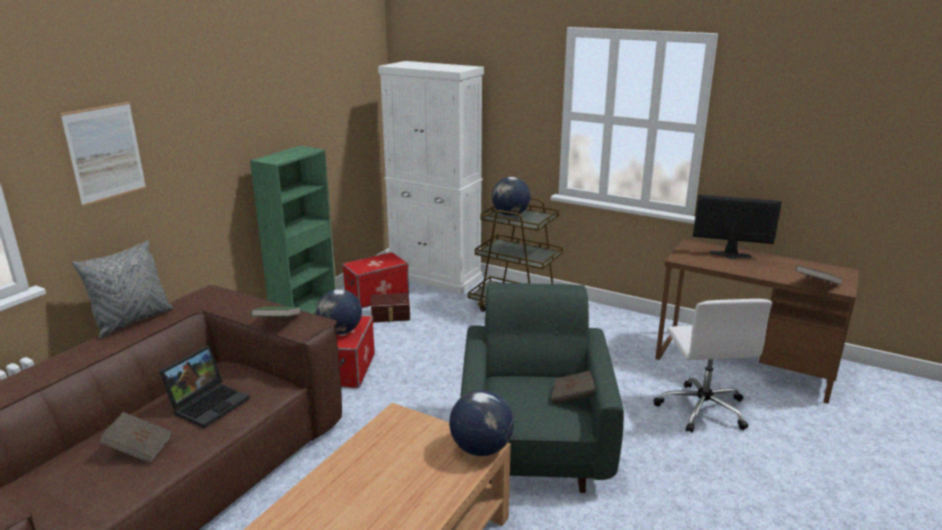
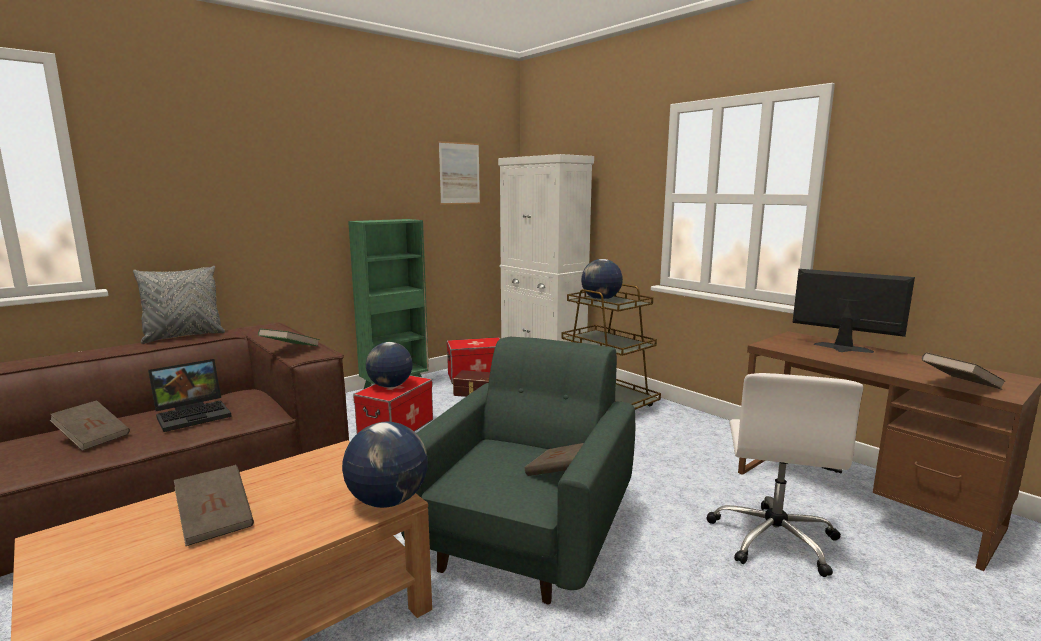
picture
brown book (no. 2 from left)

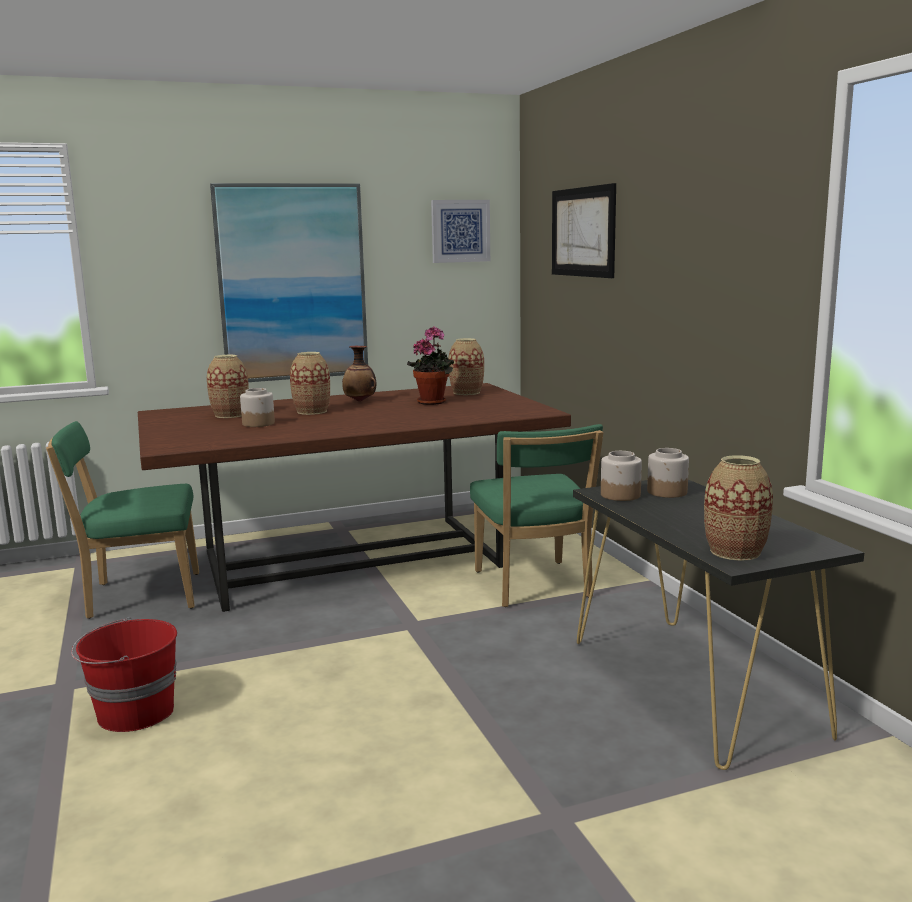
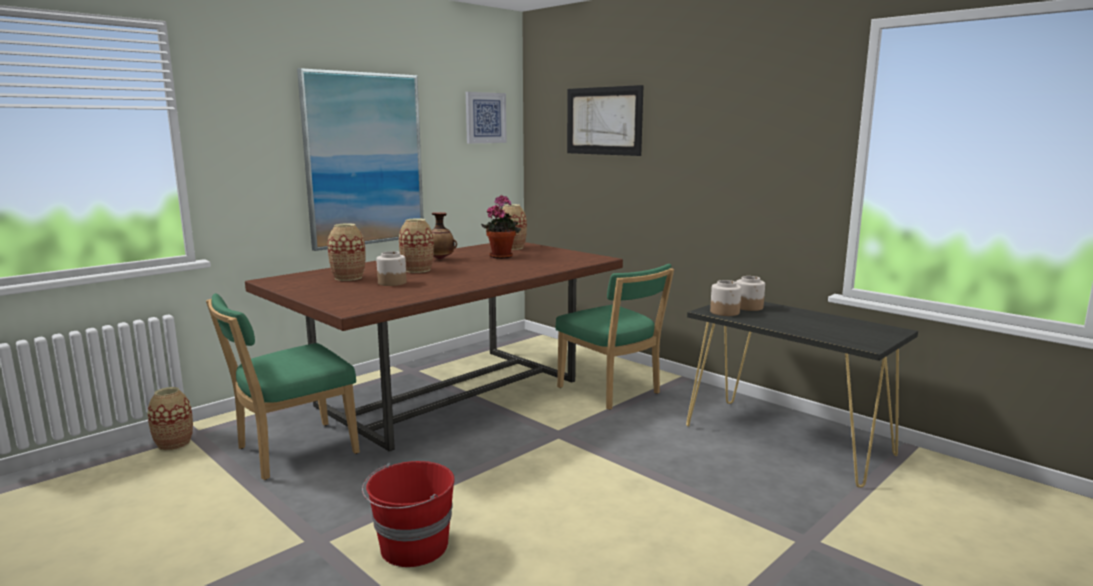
vase (no. 1 from left)

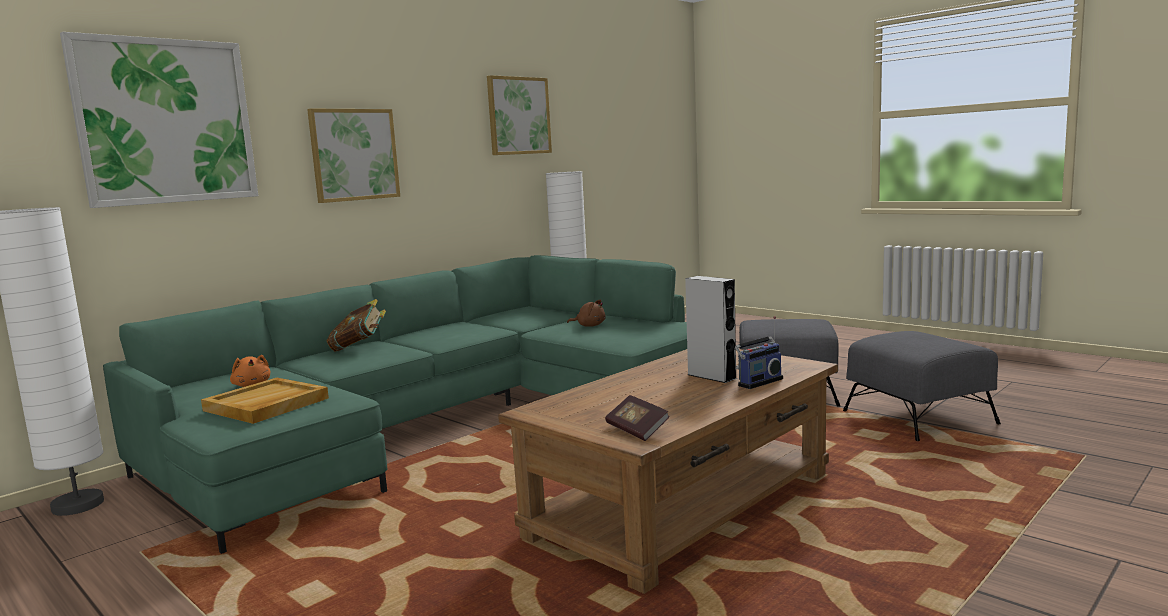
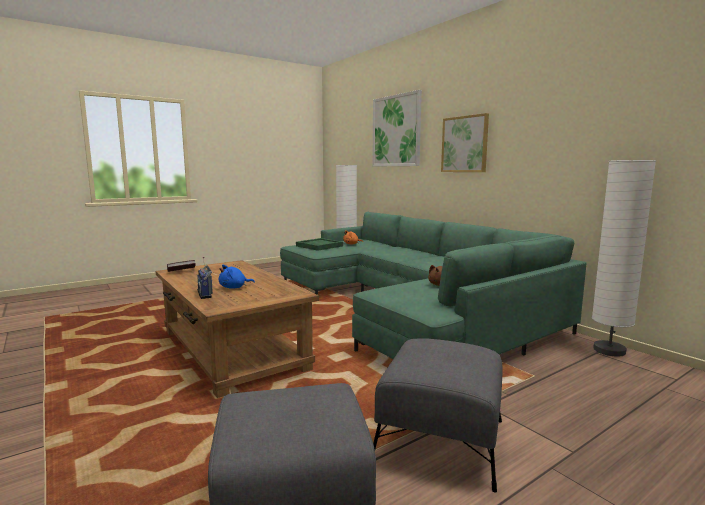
greenish serving tray
book (no. 1 from left in the first image)
picture (no. 3 from left in the first image)
blue plush toy

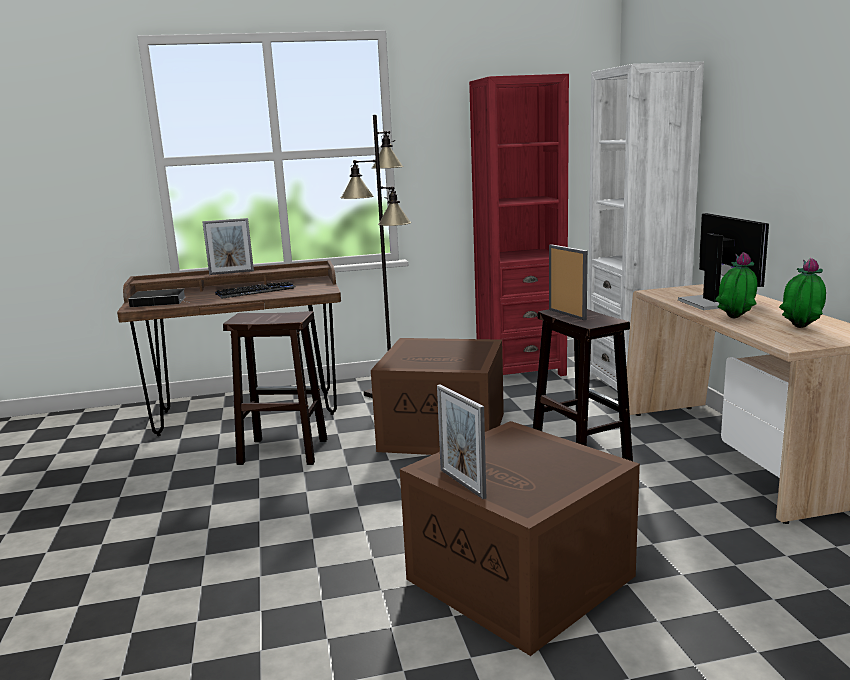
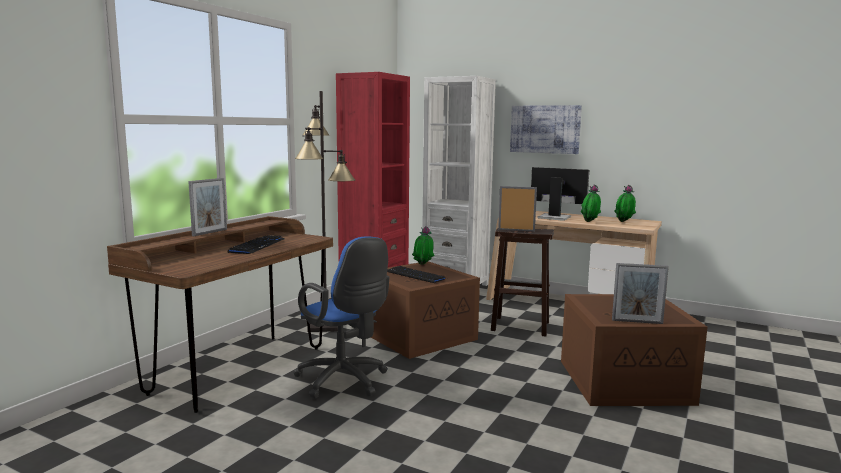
book
blue desk chair
PC keyboard (no. 2 from left)
plant in a pot (no. 1 from left)
picture

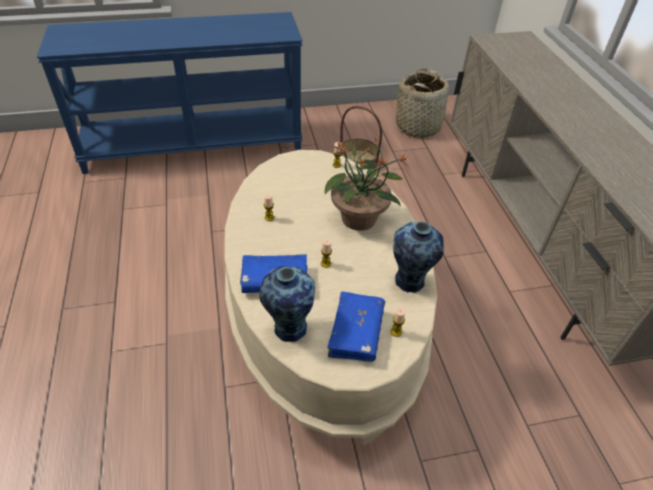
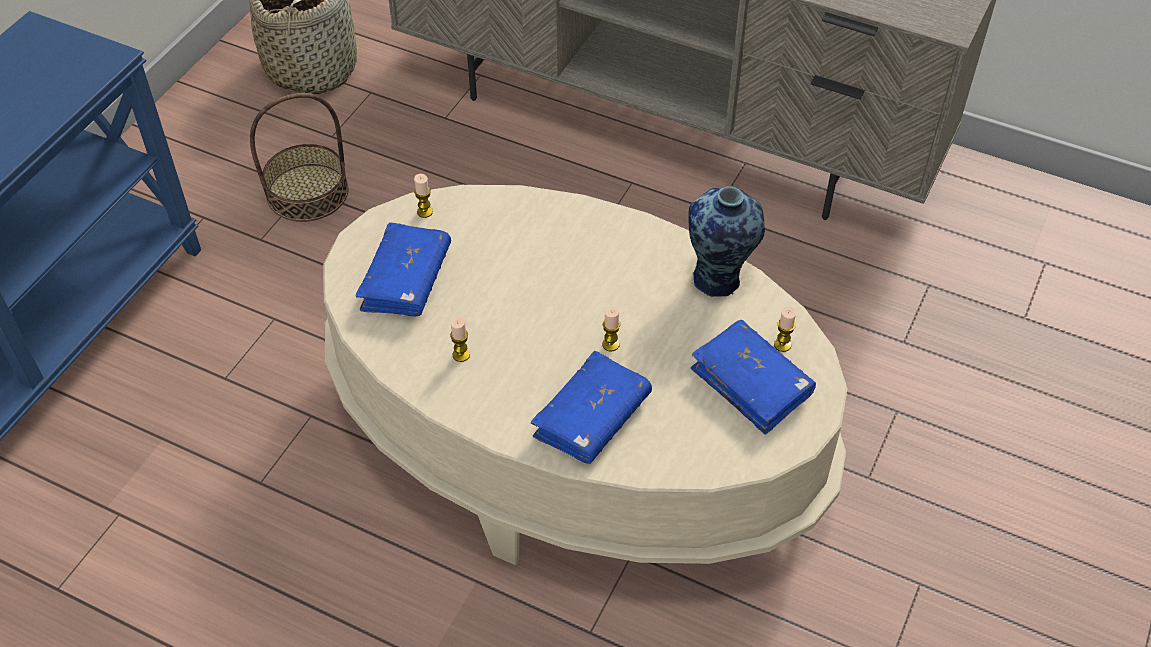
vase (no. 1 from left in the first image)
plant in a pot
blue book (no. 1 from left)

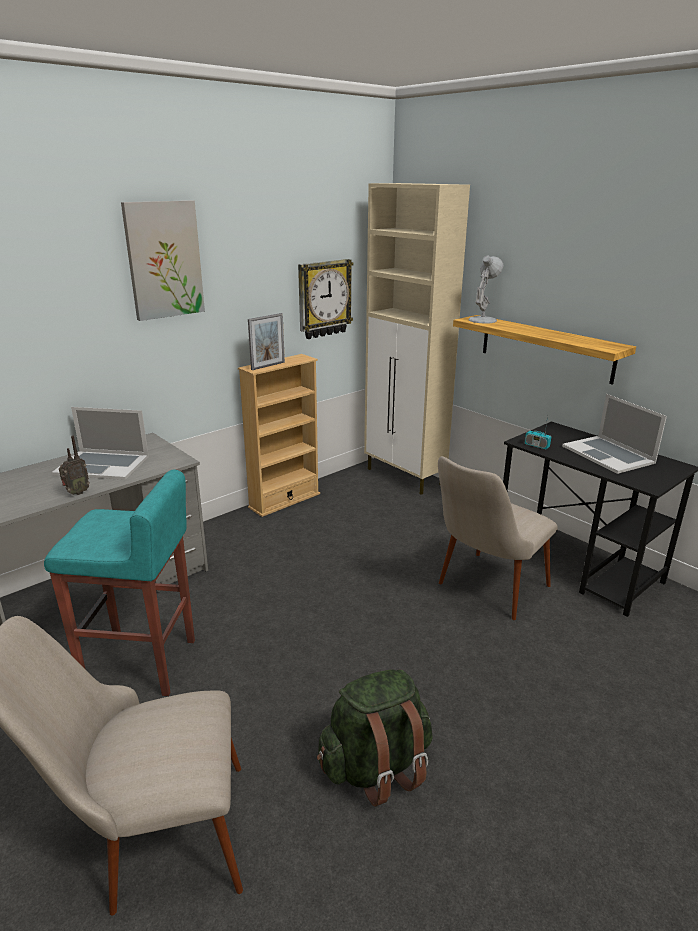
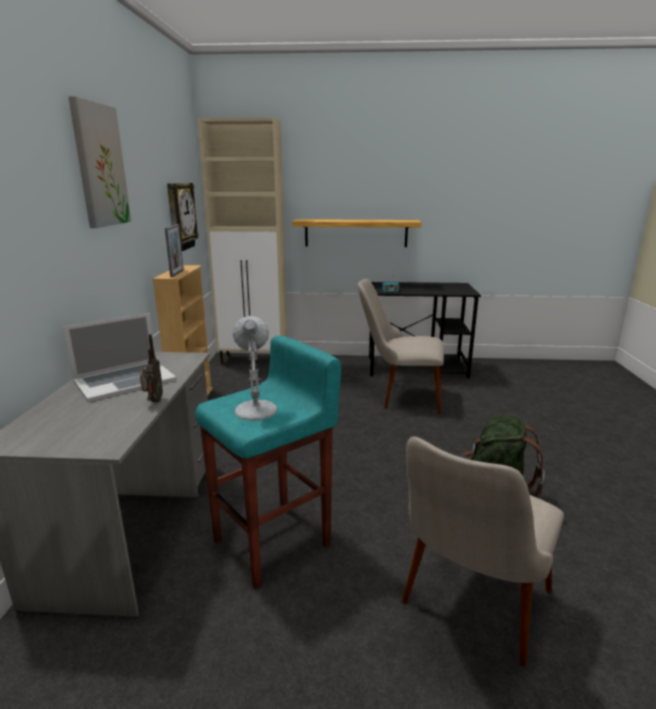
beige-coloured chair (no. 1 from left)
whitish lamp for a table
notebook computer (no. 2 from left in the first image)

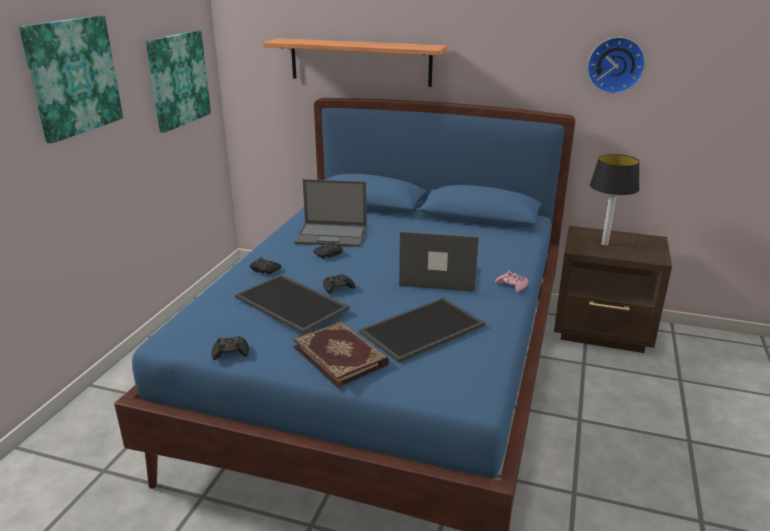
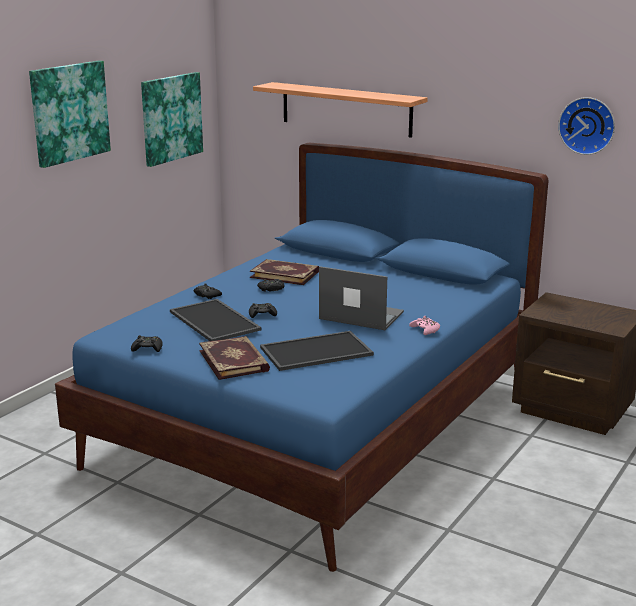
book (no. 2 from left)
lamp for a table

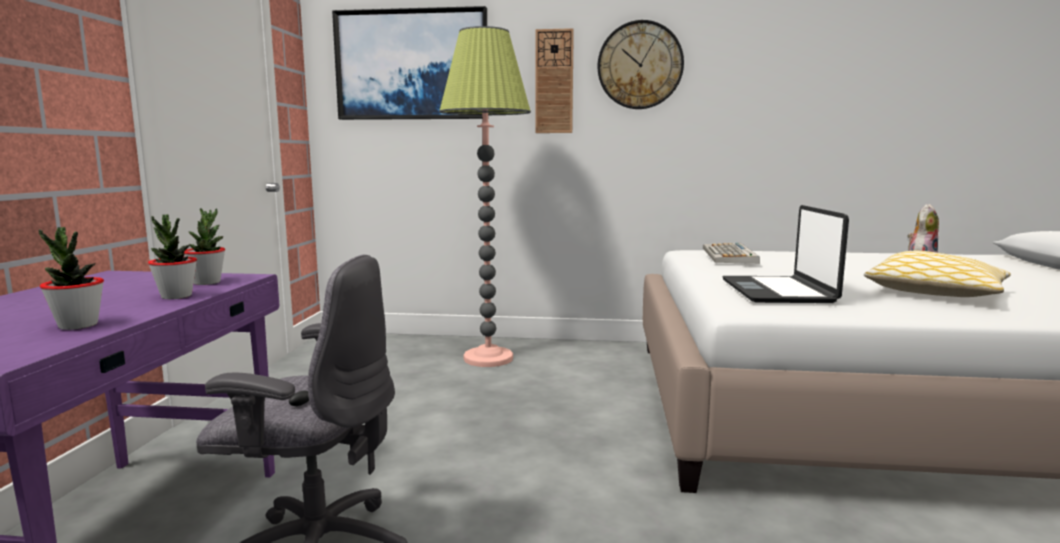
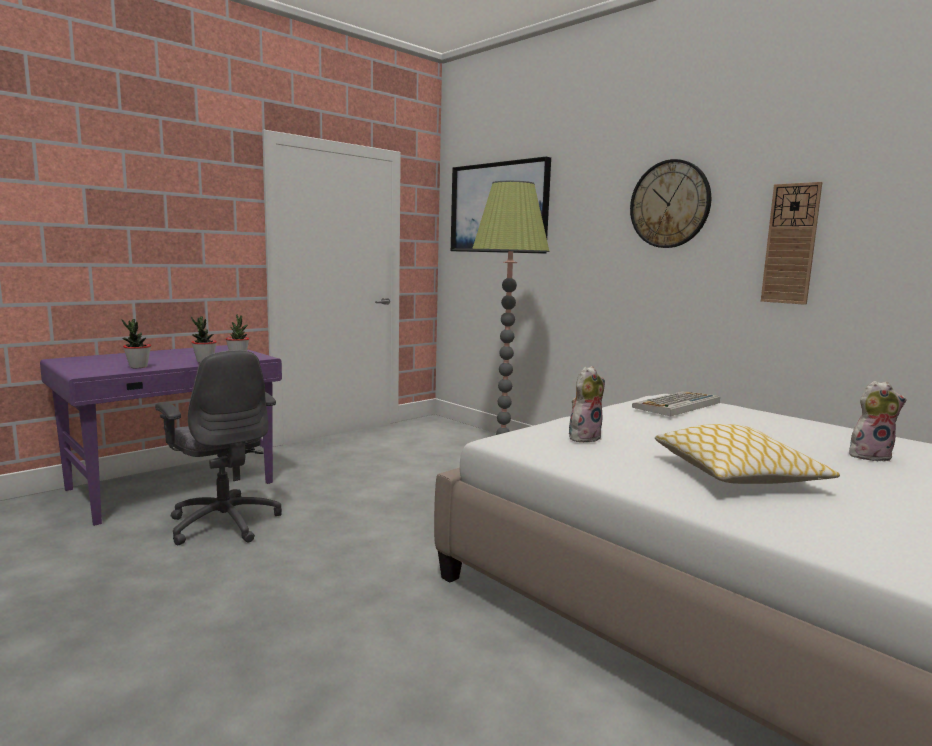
clock on the wall (no. 2 from left)
plush toy (no. 1 from left)

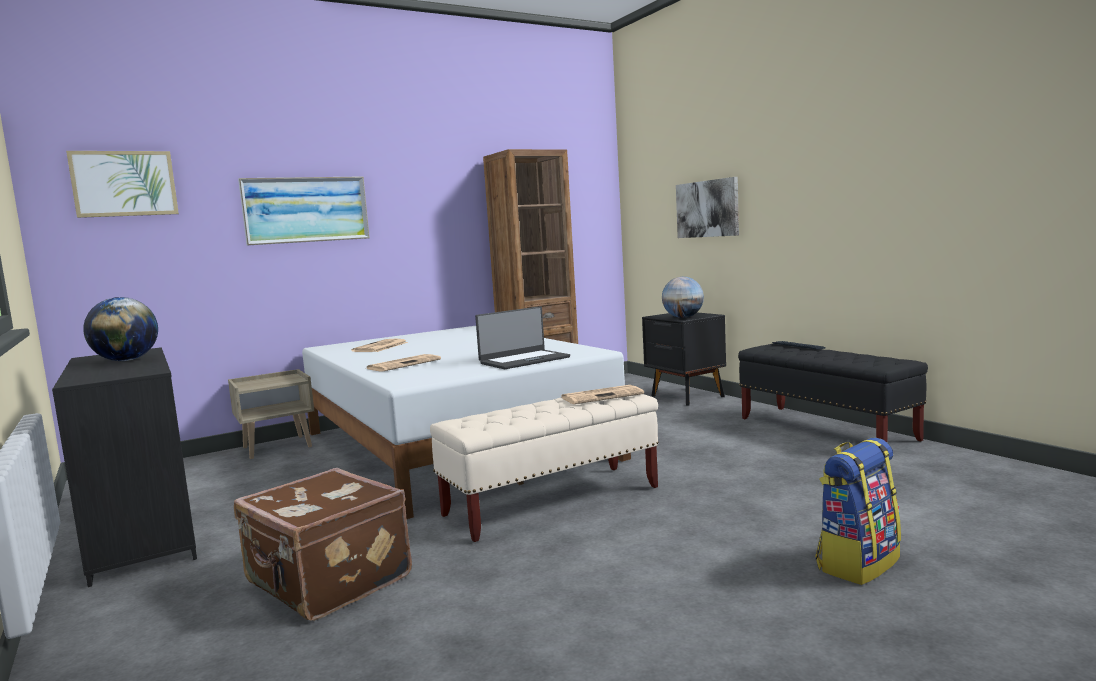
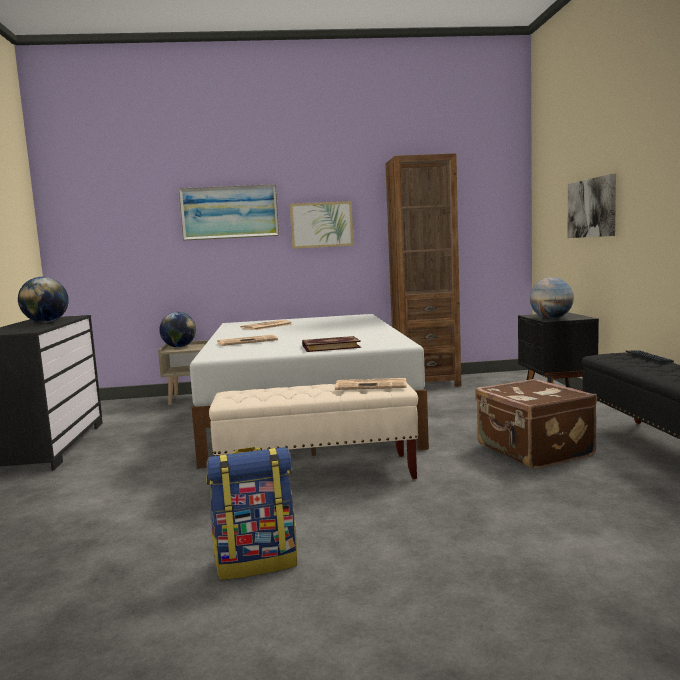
picture (no. 2 from left)
brown suitcase
book
knapsack
desk globe (no. 2 from left)

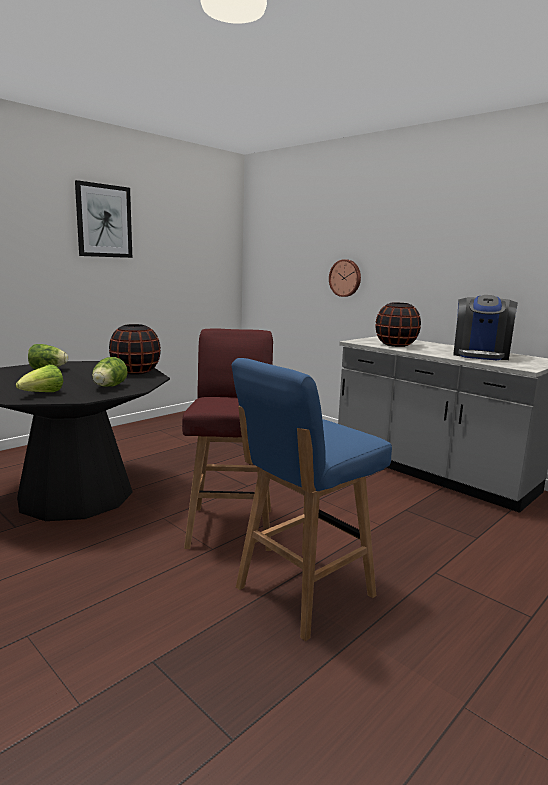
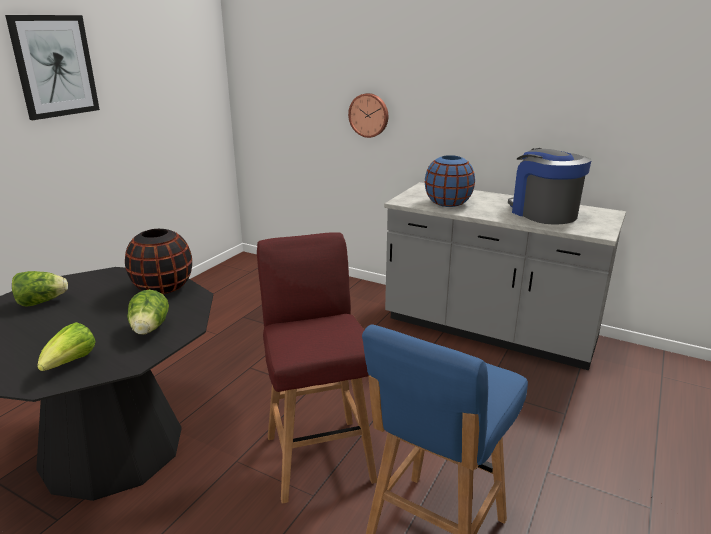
blue vase
coffee machine

